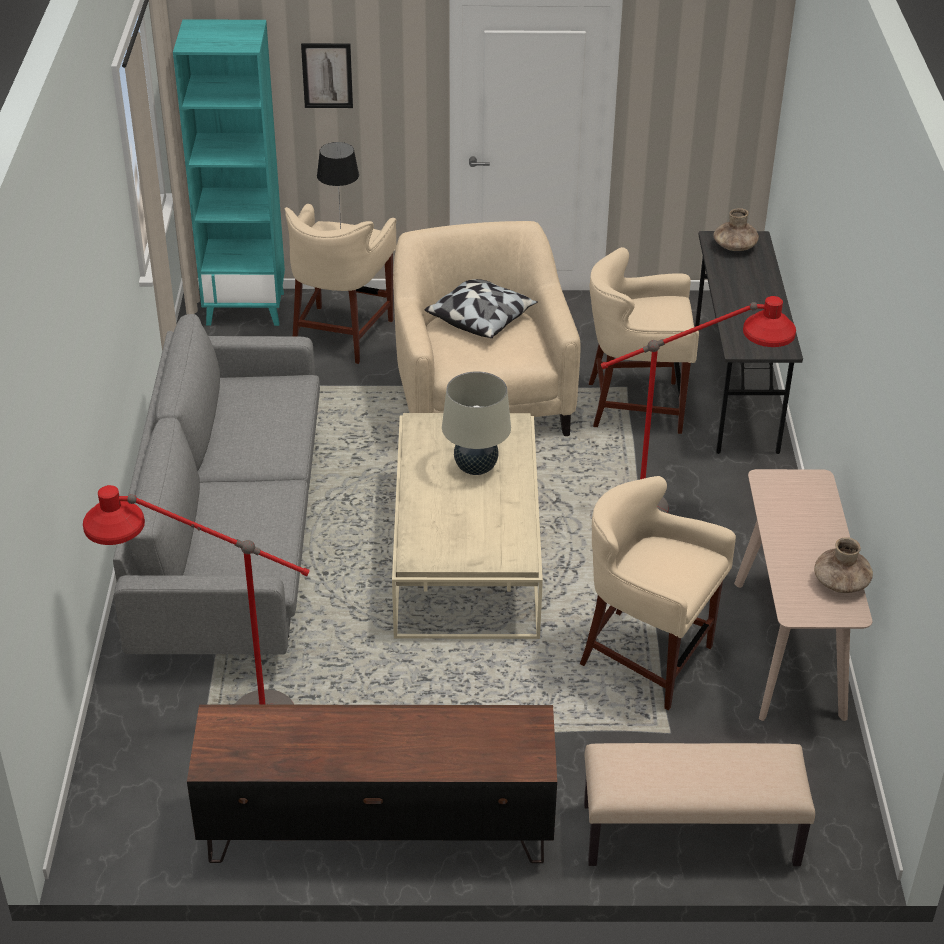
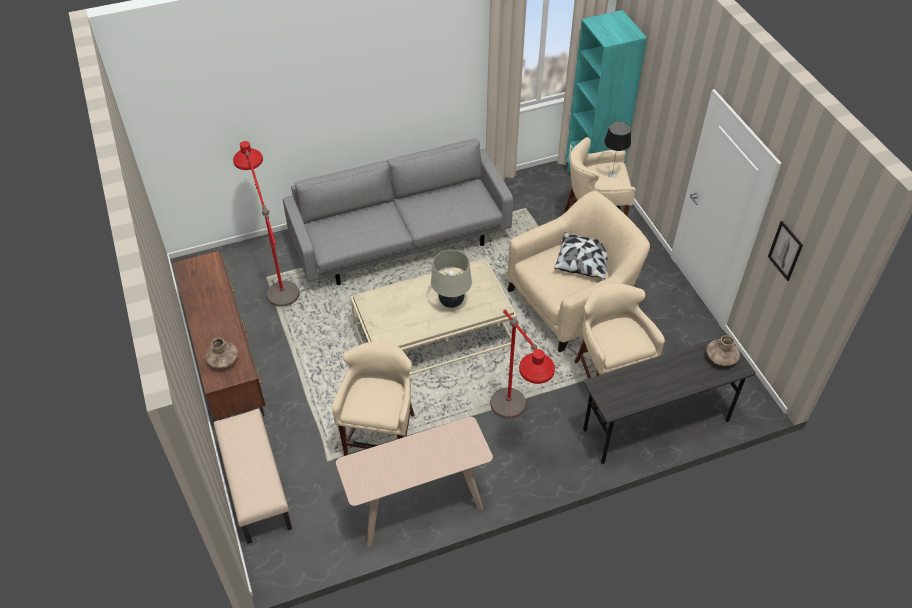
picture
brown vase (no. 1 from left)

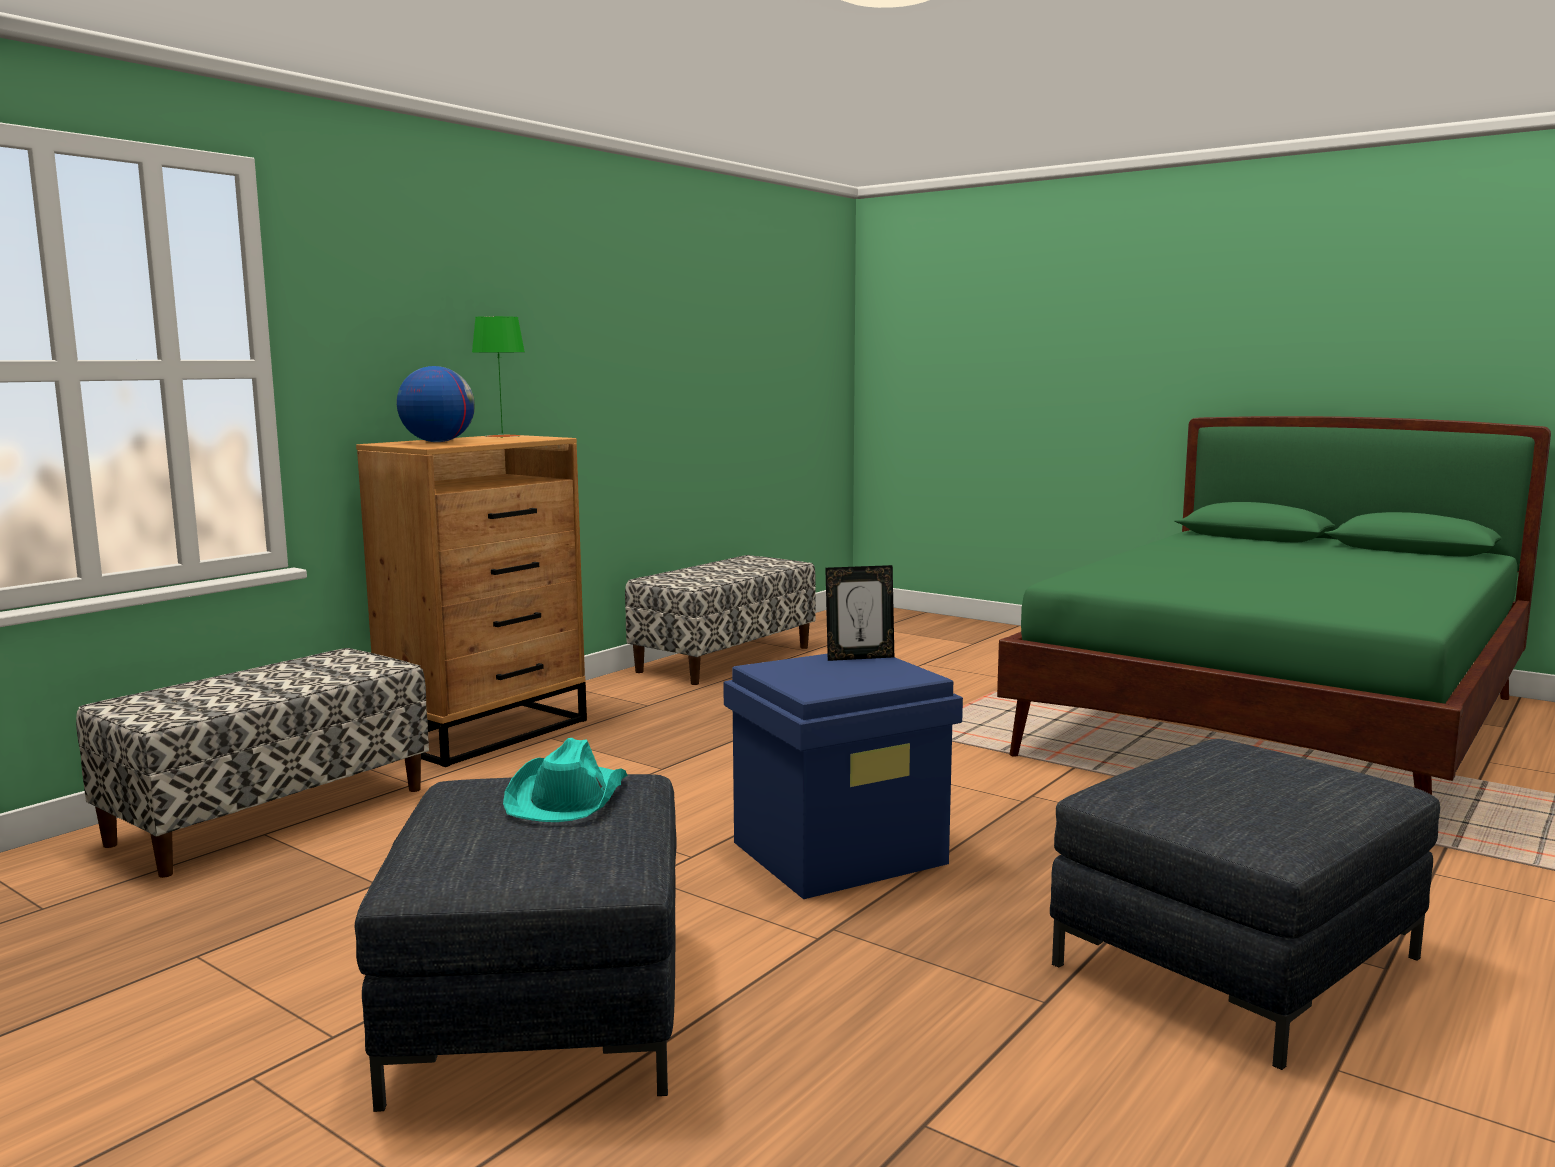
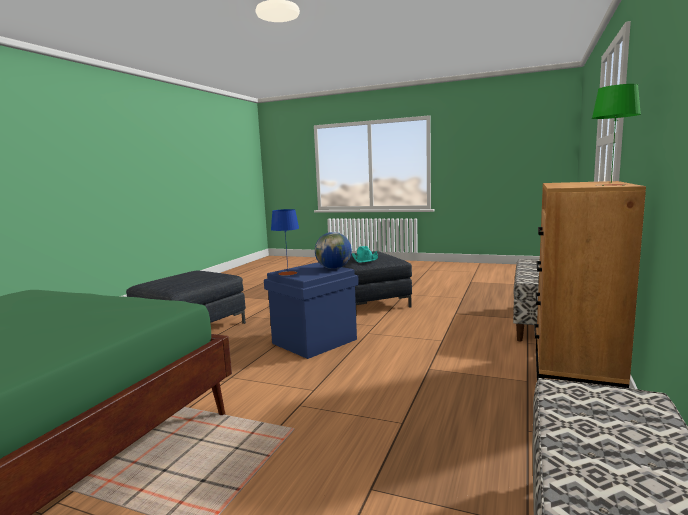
desk globe
photo frame
blue lamp for a table

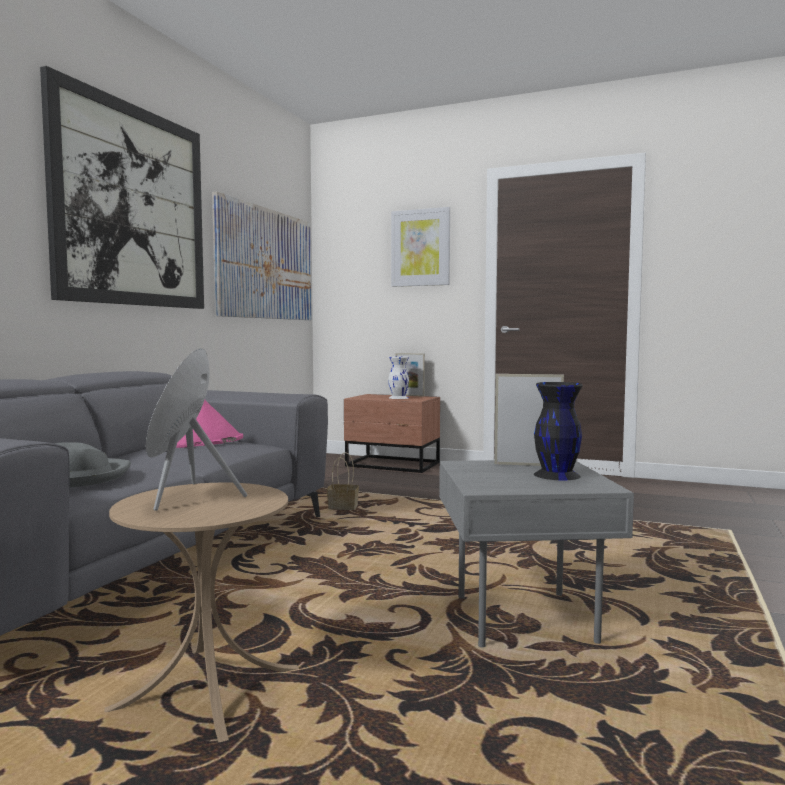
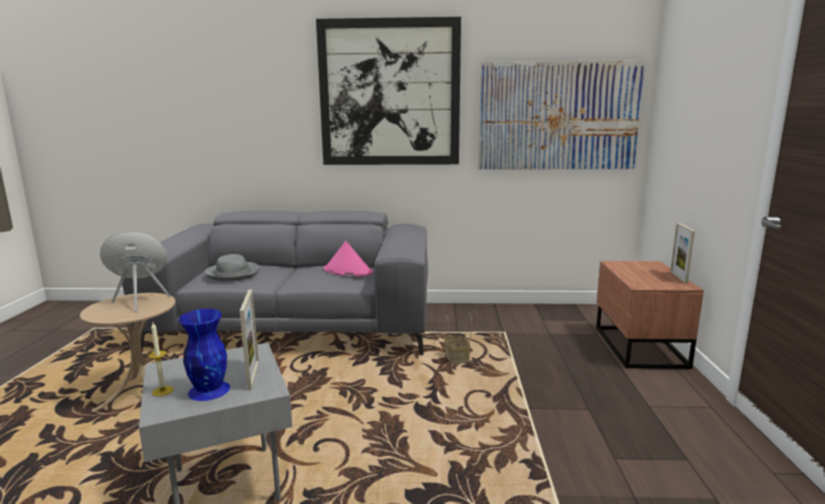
whitish vase
picture (no. 3 from left in the first image)
blue vase
wax light

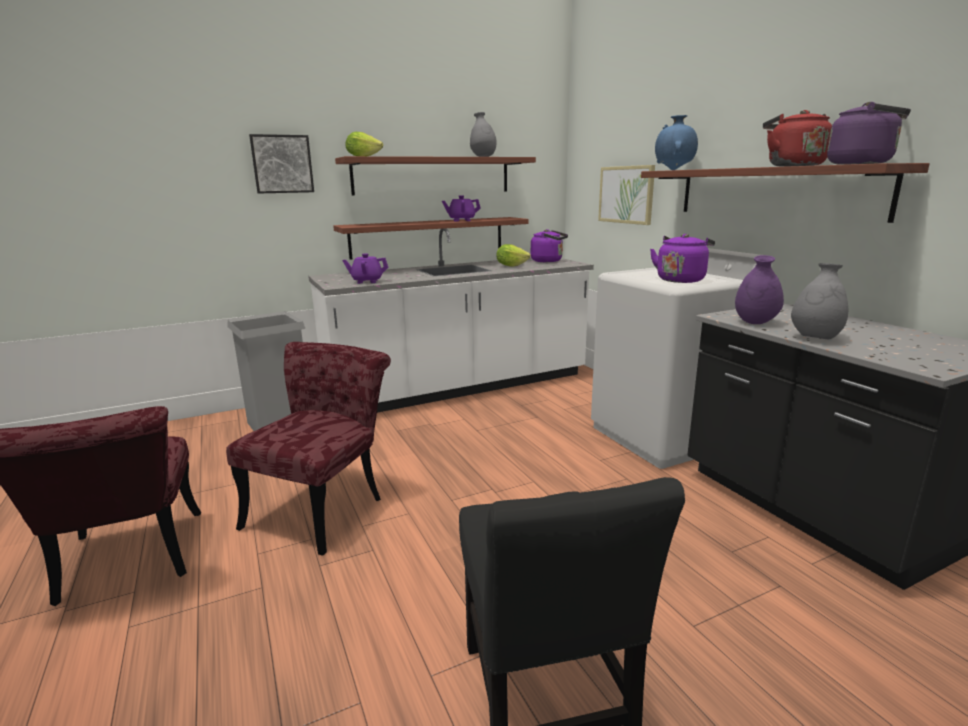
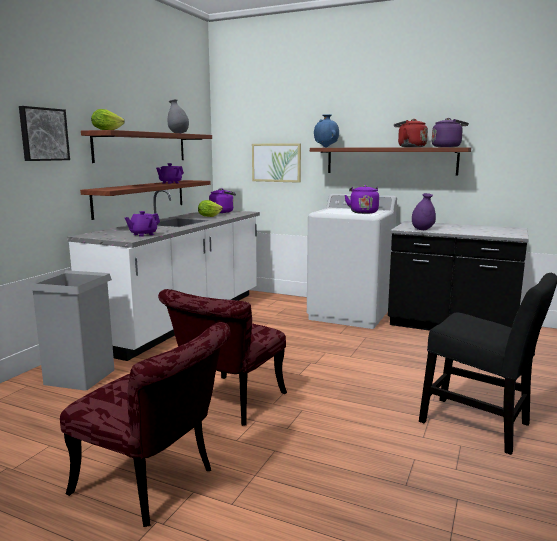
red-coloured chair (no. 2 from left)
grey vase (no. 2 from left in the first image)

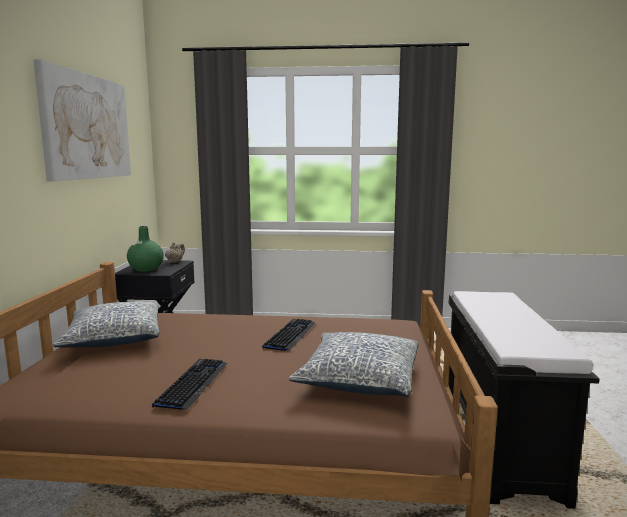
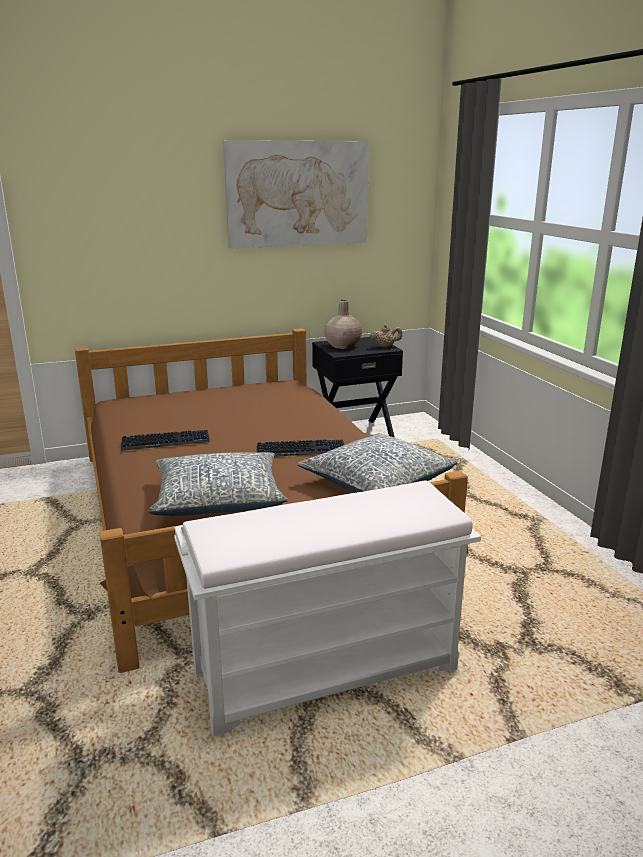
cushion (no. 2 from left)
beige-coloured vase
whitish bench

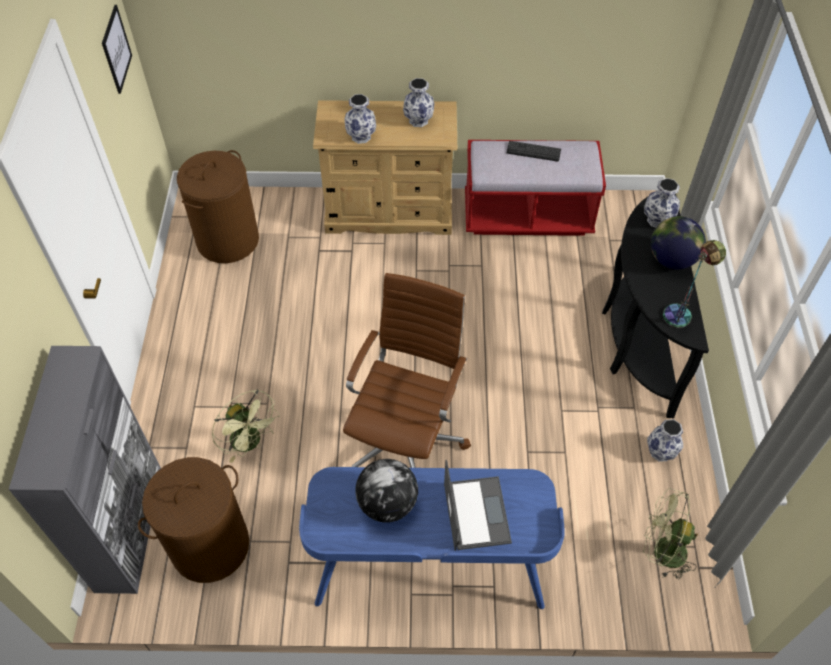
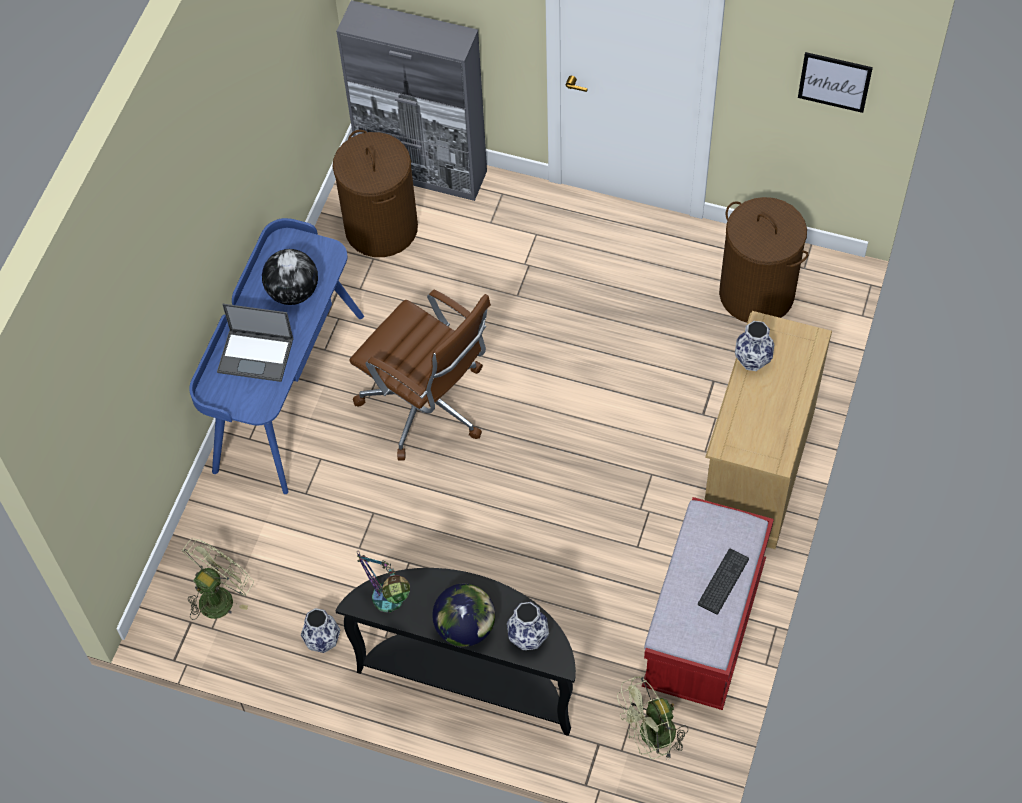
greenish fan (no. 2 from left)
vase (no. 2 from left in the first image)

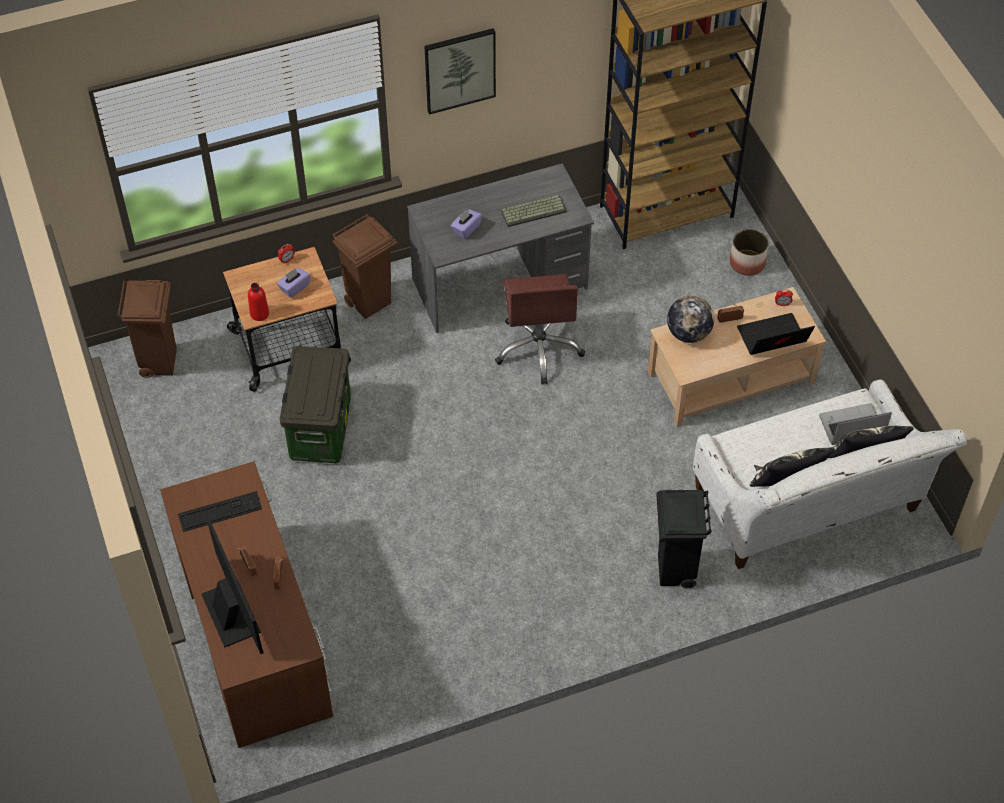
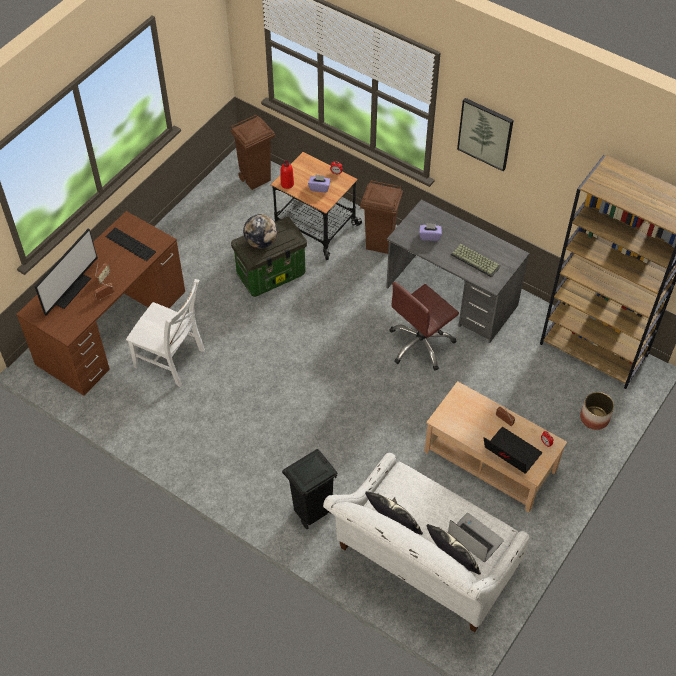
desk globe
whitish chair

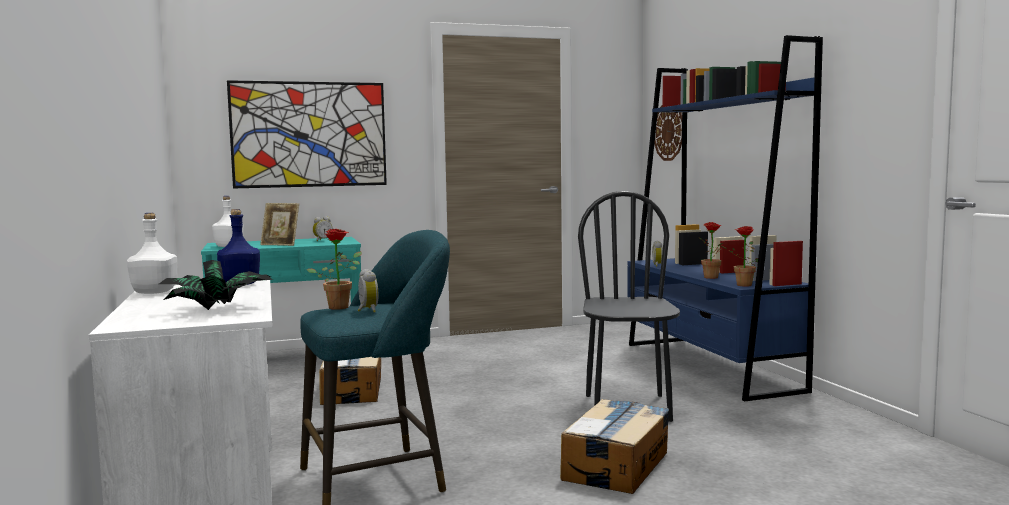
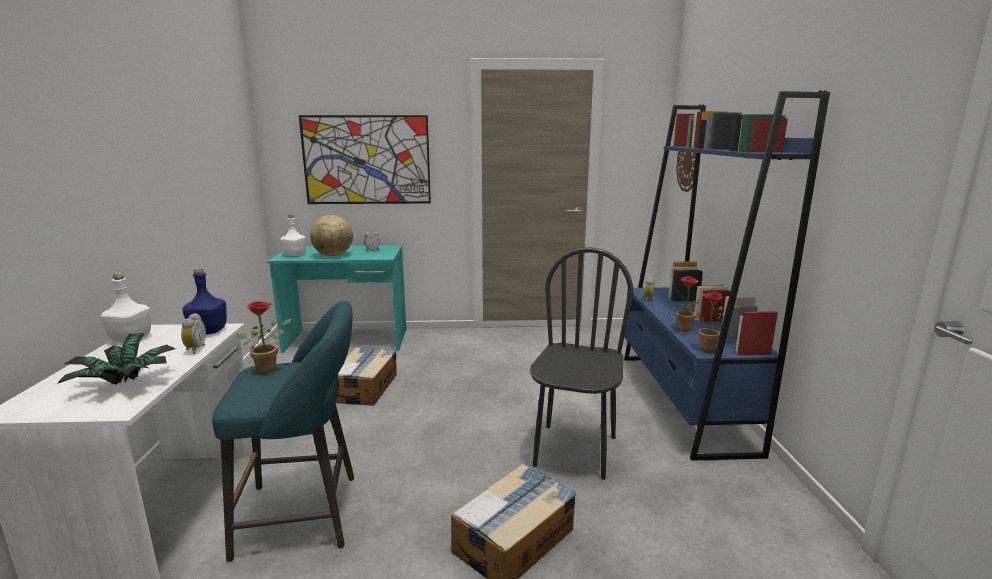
desk globe
table clock (no. 1 from left)

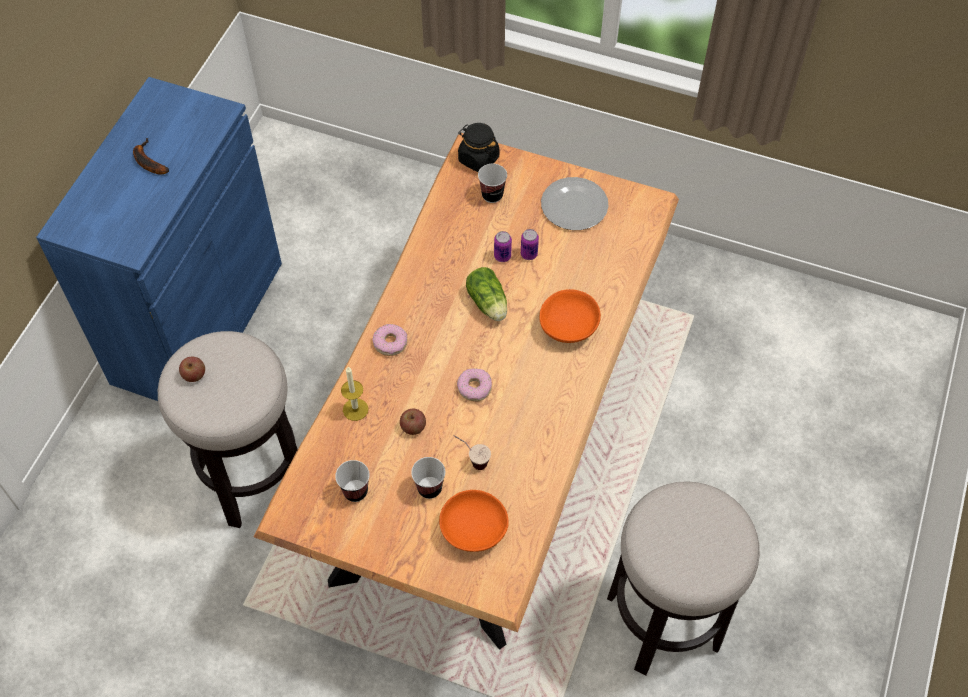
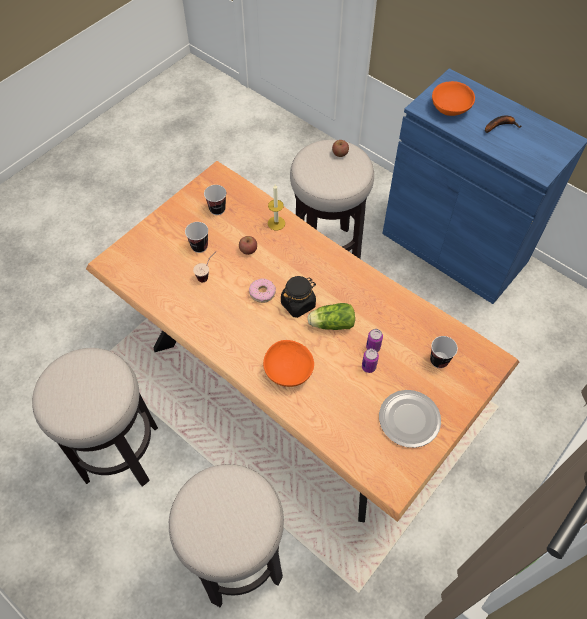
donut (no. 1 from left in the first image)
orange-coloured bowl (no. 2 from left)
black jar
sitting stool (no. 2 from left)

